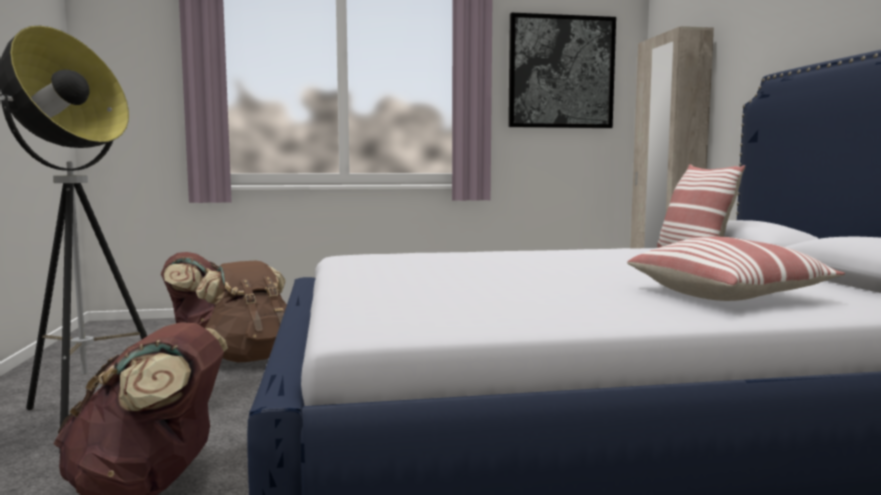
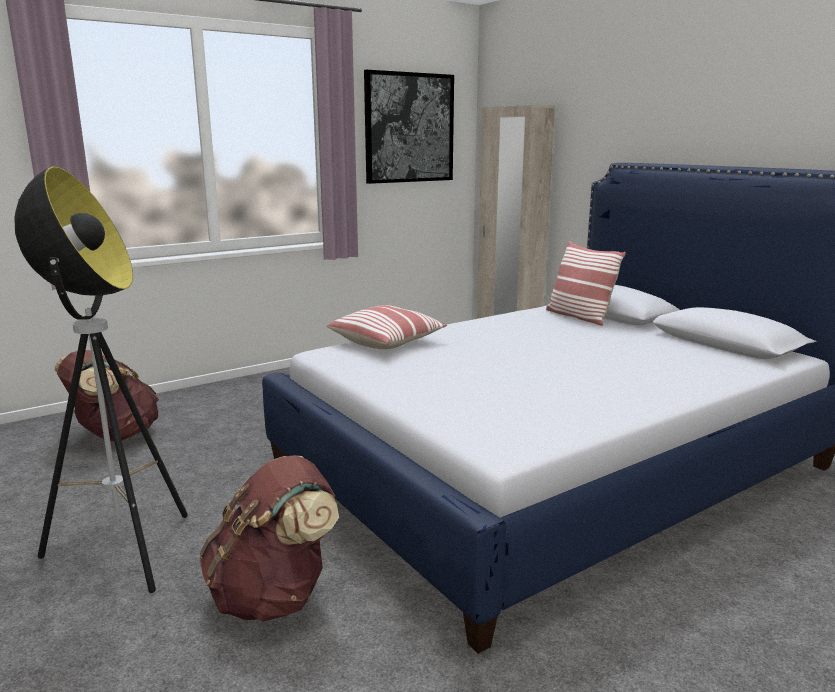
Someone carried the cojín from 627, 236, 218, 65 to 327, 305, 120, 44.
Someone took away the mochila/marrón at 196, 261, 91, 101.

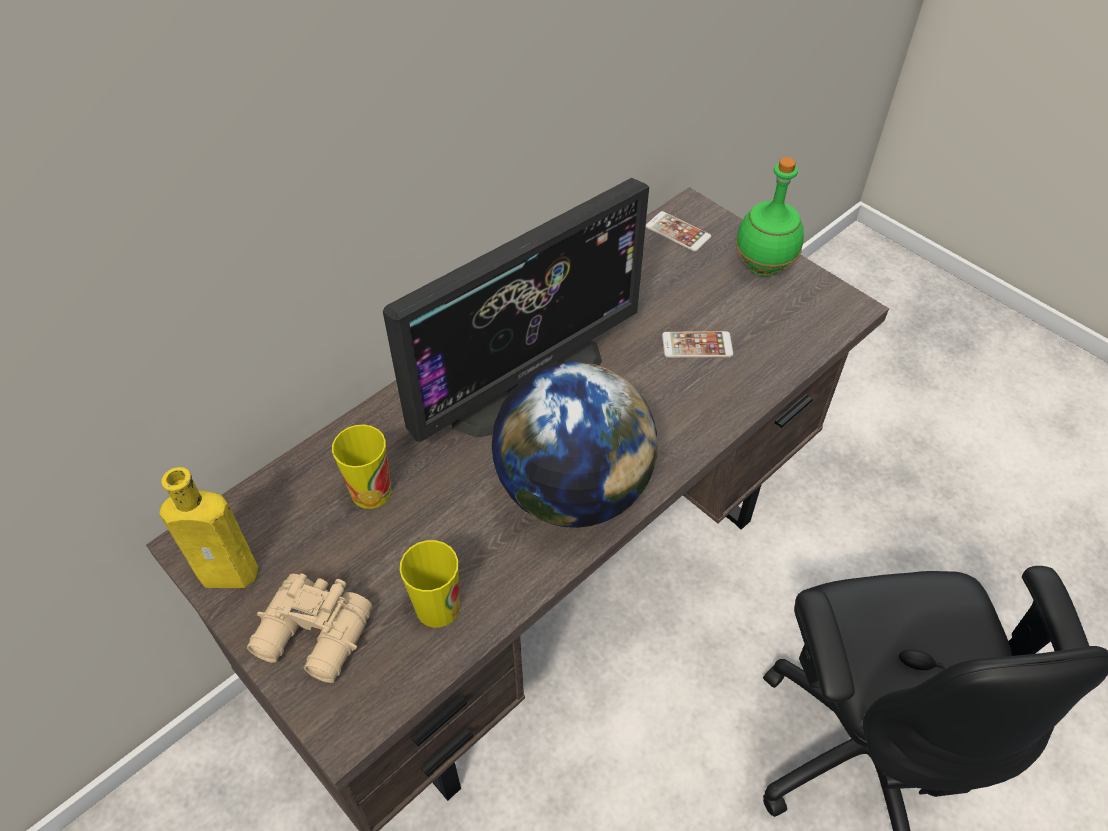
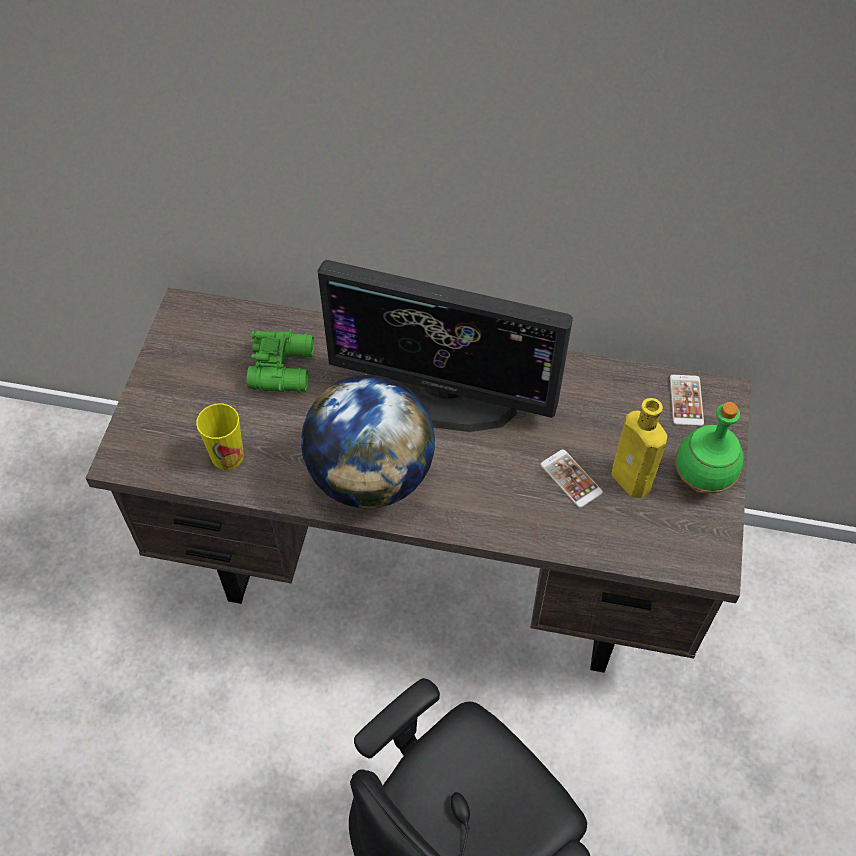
Someone swapped the taza at 332, 424, 59, 85 for the prismáticos/verde at 247, 329, 67, 64.
Someone carried the botella/amarillo from 159, 467, 99, 121 to 612, 398, 55, 100.
Someone took away the prismáticos/beis at 247, 573, 126, 110.

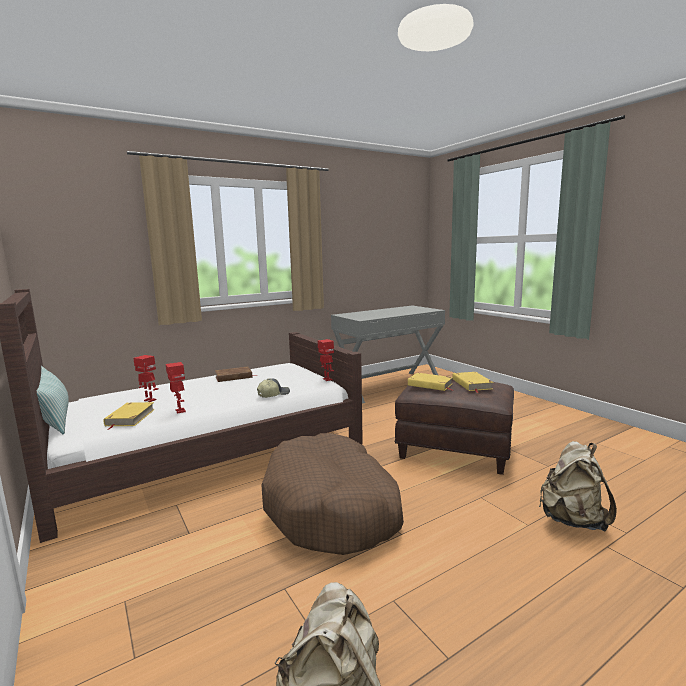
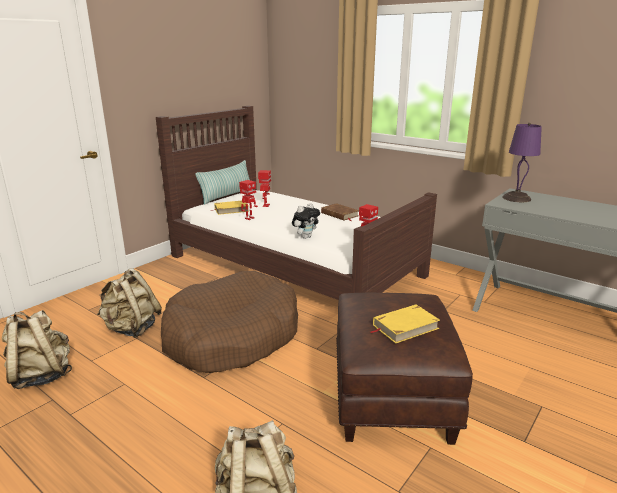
Someone took away the libro/amarillo at 408, 373, 45, 18.
Someone swapped the gorra at 257, 378, 33, 20 for the peluche at 292, 203, 28, 36.
Someone put down the lámpara de mesa/morado at 503, 123, 39, 79.
Someone put down the mochila/beis at 97, 268, 65, 70.

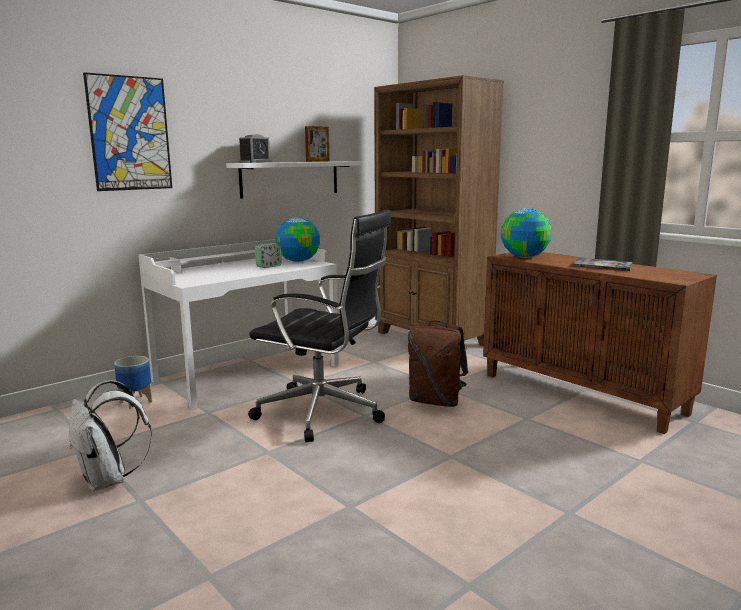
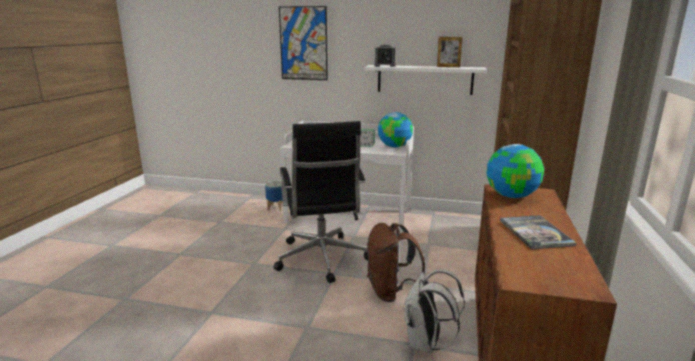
Someone carried the mochila/blanco from 68, 380, 84, 111 to 404, 269, 61, 84.

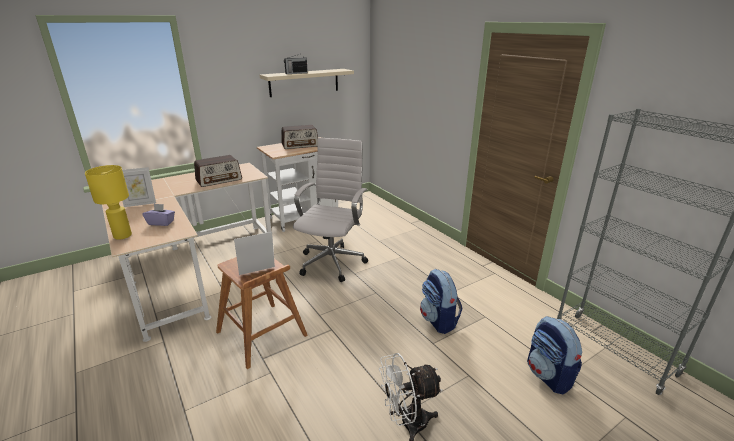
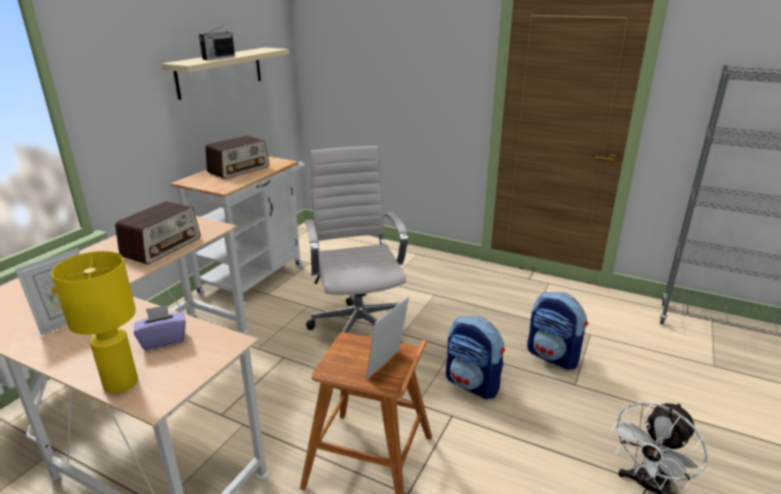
Someone carried the mochila from 527, 316, 55, 78 to 446, 316, 59, 83.

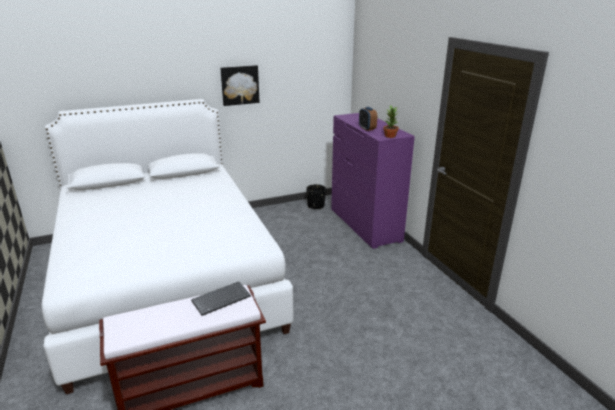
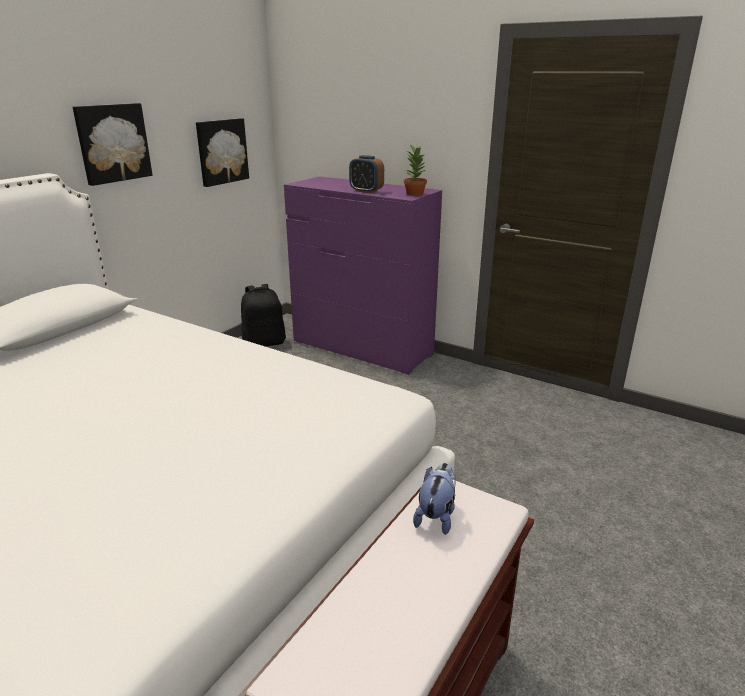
Someone swapped the maceta/negro at 307, 184, 19, 25 for the mochila/negro at 241, 284, 45, 63.
Someone swapped the teclado at 191, 282, 60, 34 for the peluche at 413, 463, 43, 72.
Someone put up the cuadro at 196, 118, 53, 69.

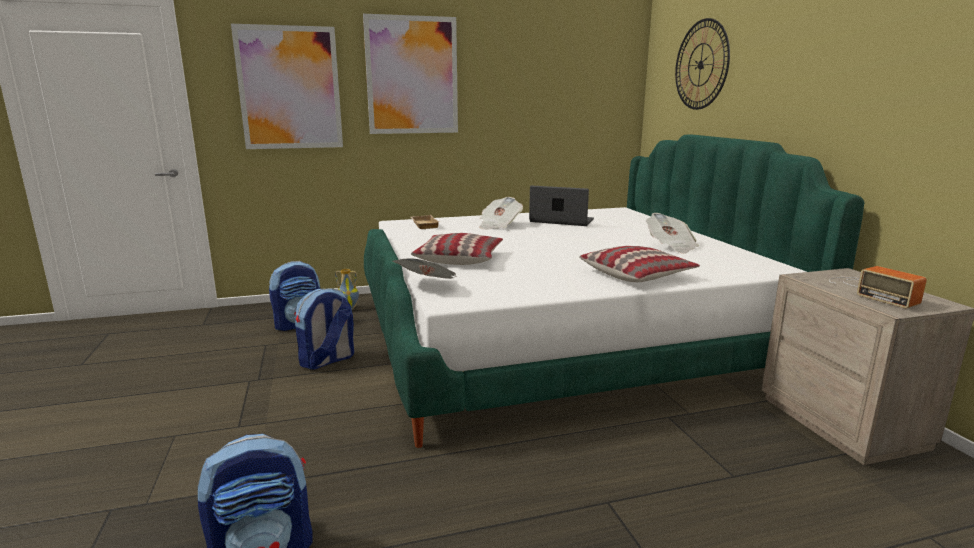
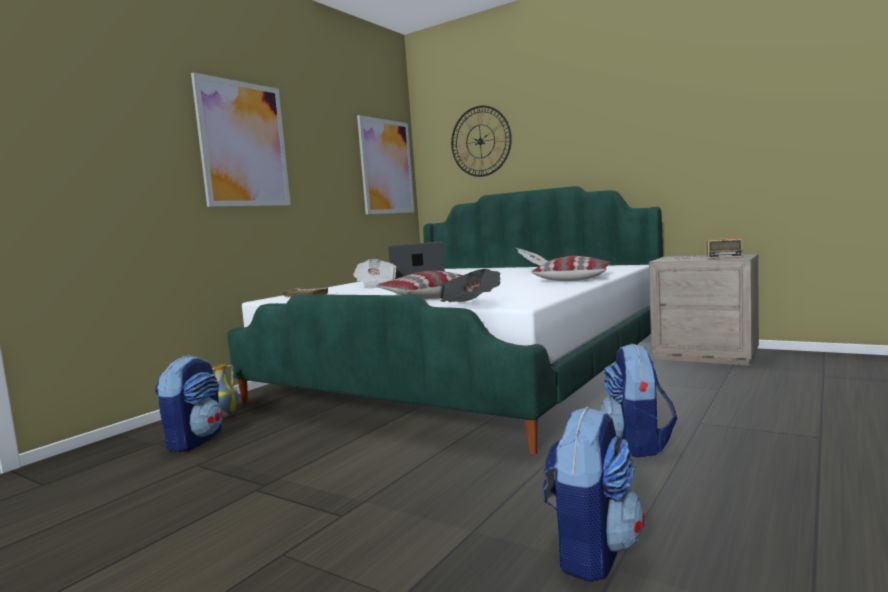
Someone carried the cuadro from 231, 24, 112, 125 to 357, 115, 58, 99.
Someone carried the mochila from 295, 288, 59, 82 to 600, 344, 78, 114.

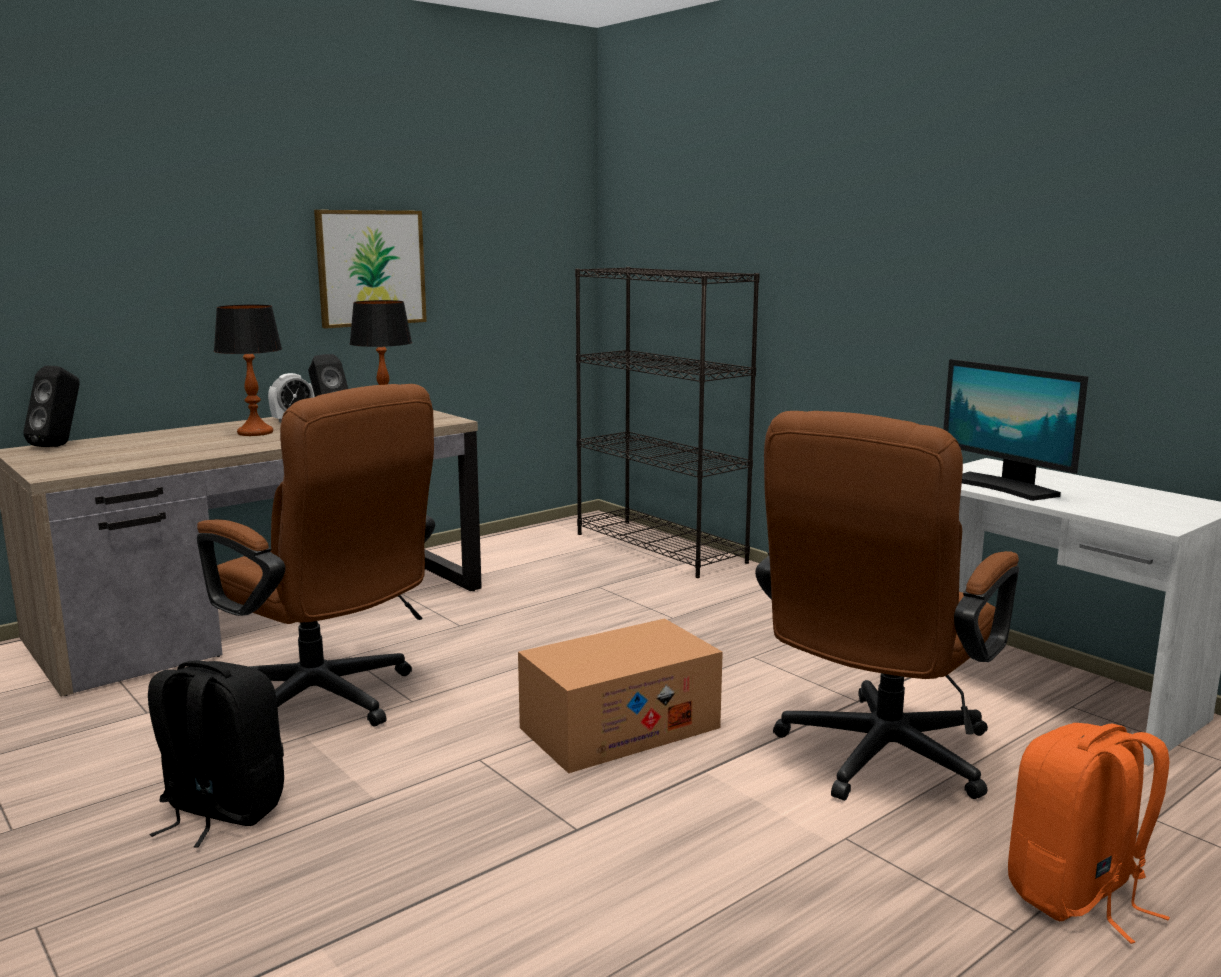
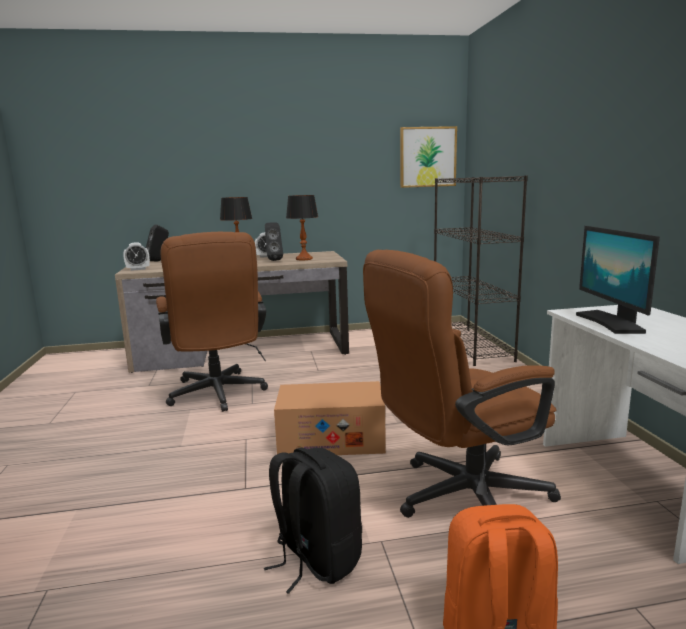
Someone carried the cuadro from 314, 210, 113, 119 to 400, 126, 57, 62.
Someone carried the mochila/negro from 148, 660, 136, 188 to 264, 447, 98, 147.
Someone put down the despertador at 123, 242, 27, 29.

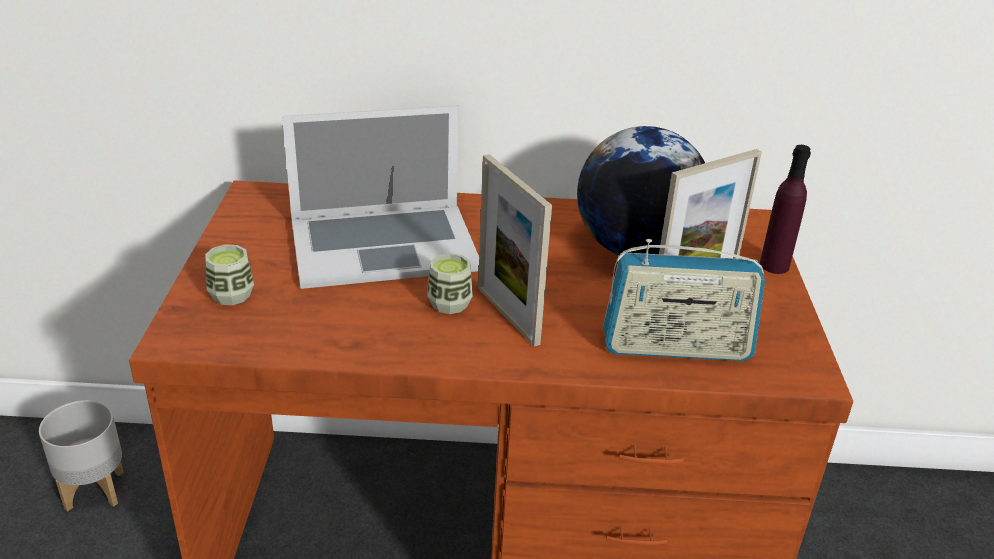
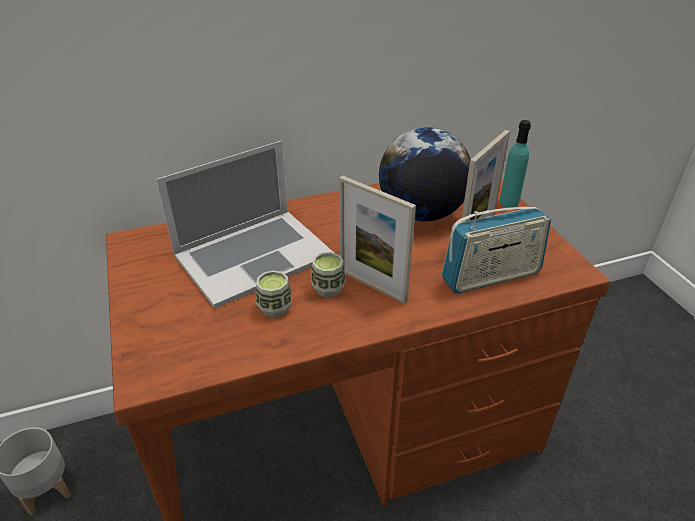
Someone repainted the botella/morado at 760, 145, 51, 129, which became the botella/turquesa at 499, 120, 32, 88.
Someone carried the taza from 205, 244, 49, 61 to 256, 270, 36, 48.

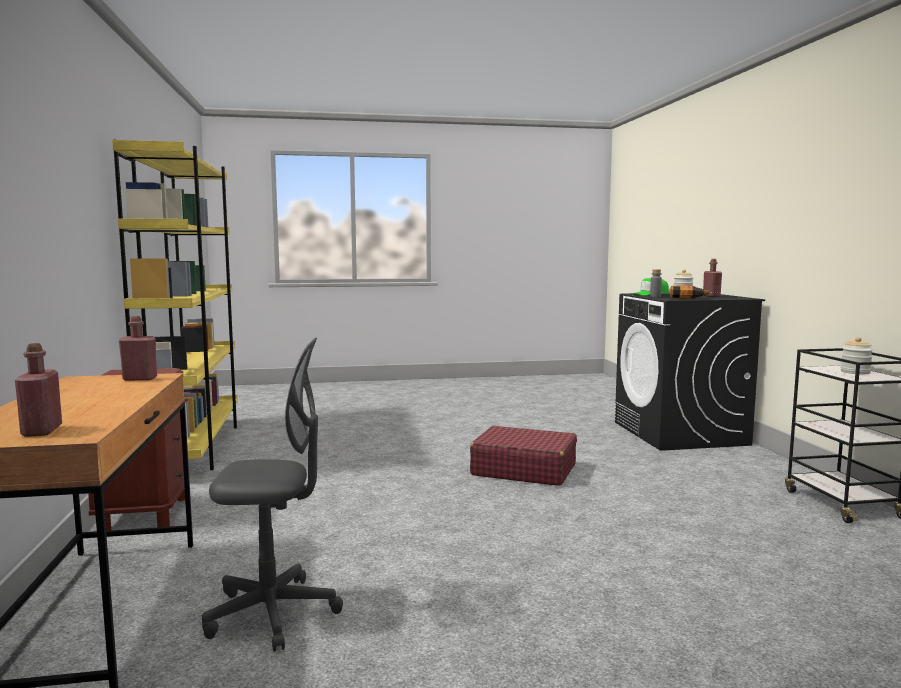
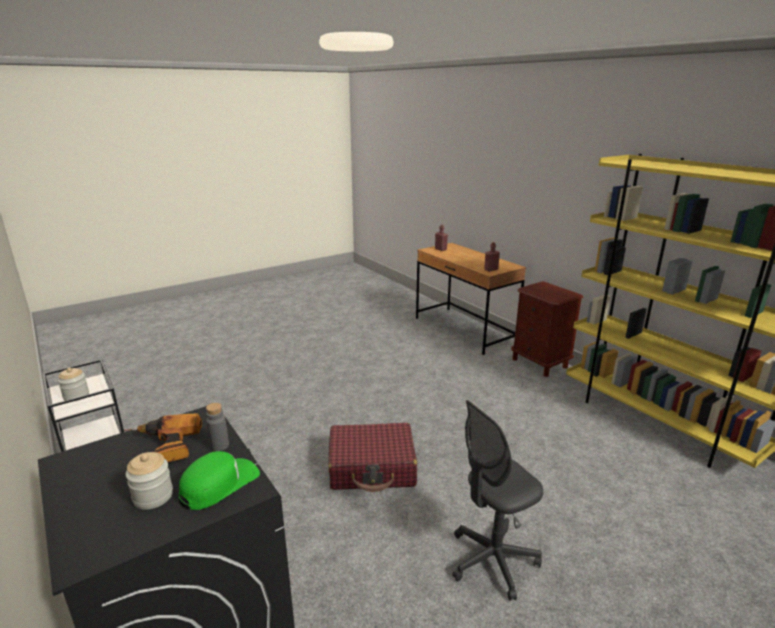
Someone took away the botella/rojo at 703, 259, 19, 38.
Someone carried the silla de oficina/gris from 202, 338, 141, 314 to 453, 400, 90, 201.

